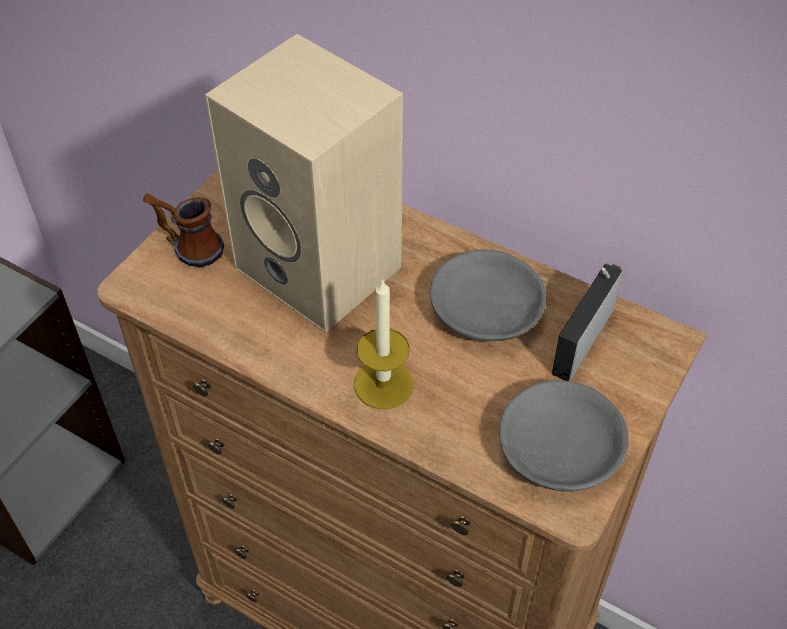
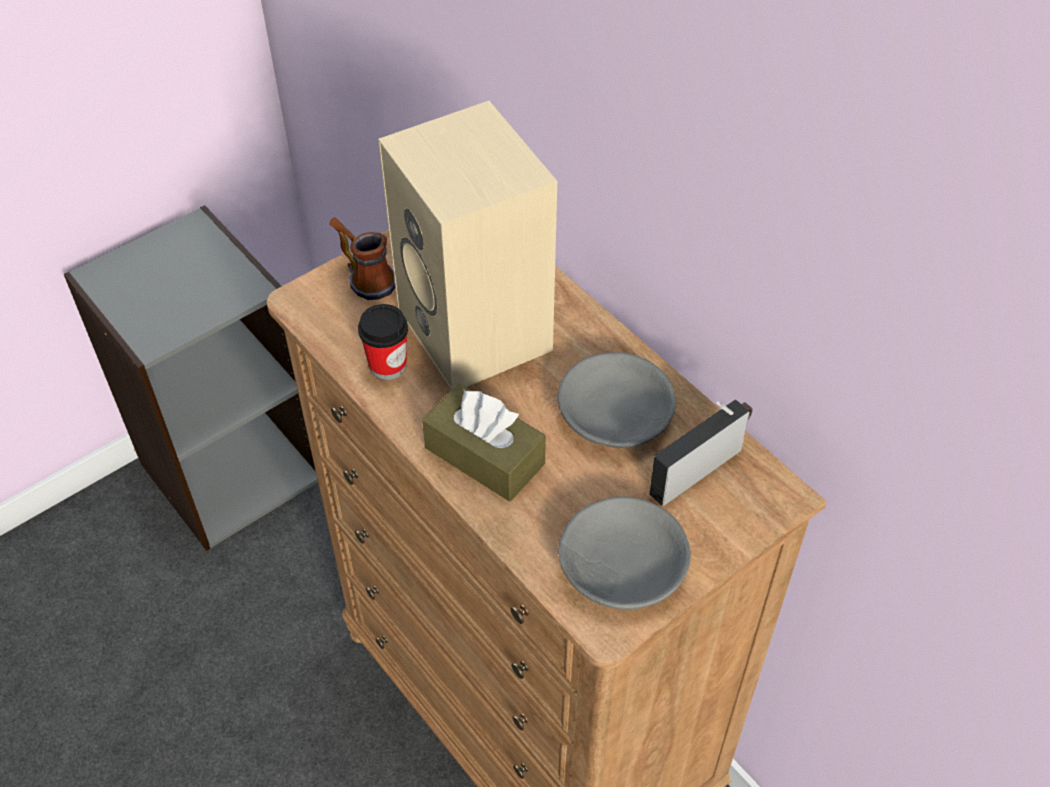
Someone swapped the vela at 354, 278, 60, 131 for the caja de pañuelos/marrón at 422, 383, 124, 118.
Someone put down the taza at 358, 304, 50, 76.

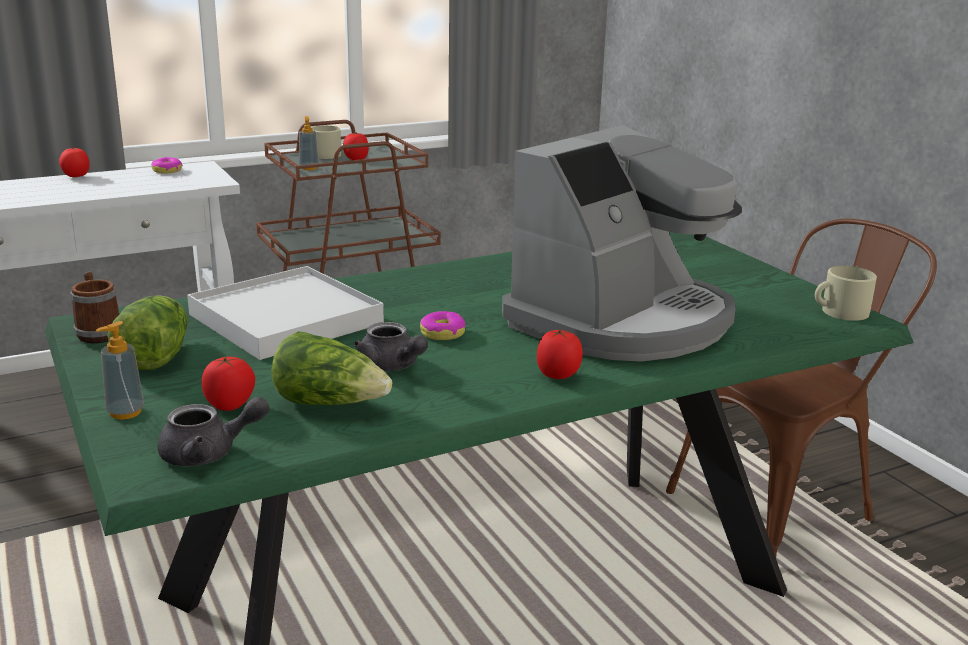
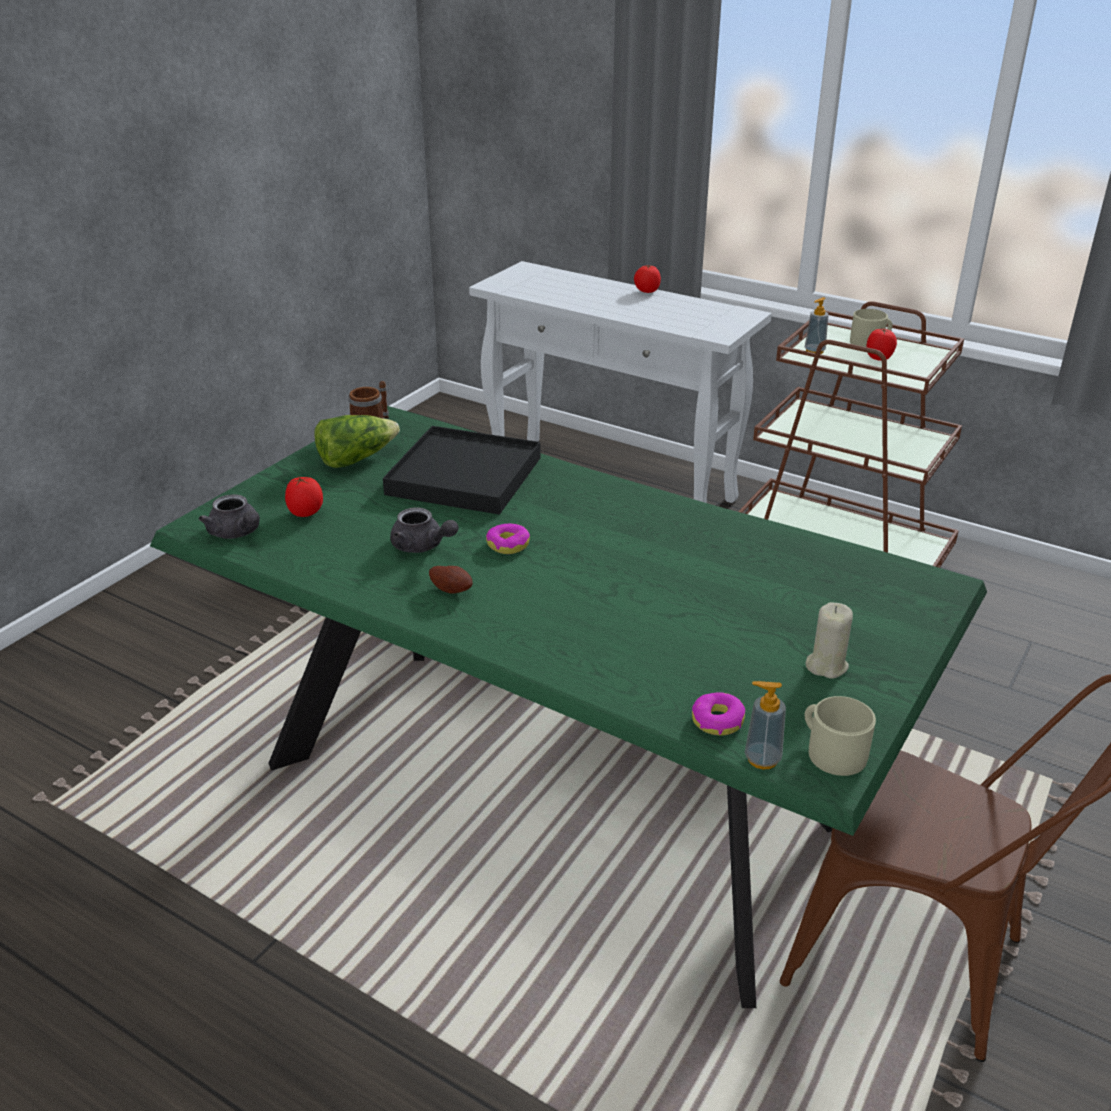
Someone took away the cafetera at 502, 125, 240, 237.
Someone carried the rosquilla from 151, 157, 32, 17 to 692, 693, 53, 43.
Someone repainted the bandeja/blanco at 187, 266, 197, 94, which became the bandeja/negro at 383, 426, 157, 89.
Someone carried the dispensador de jabón from 96, 321, 48, 99 to 745, 681, 41, 88.
Someone rotated the tetera/gris at 354, 322, 74, 49 by 75 degrees counterclockwise.
Someone took away the tomate at 537, 329, 46, 50.
Someone took away the lechuga at 272, 331, 120, 74.
Someone put down the patata at 429, 566, 44, 28.
Someone put down the vela/beis at 806, 602, 47, 77.

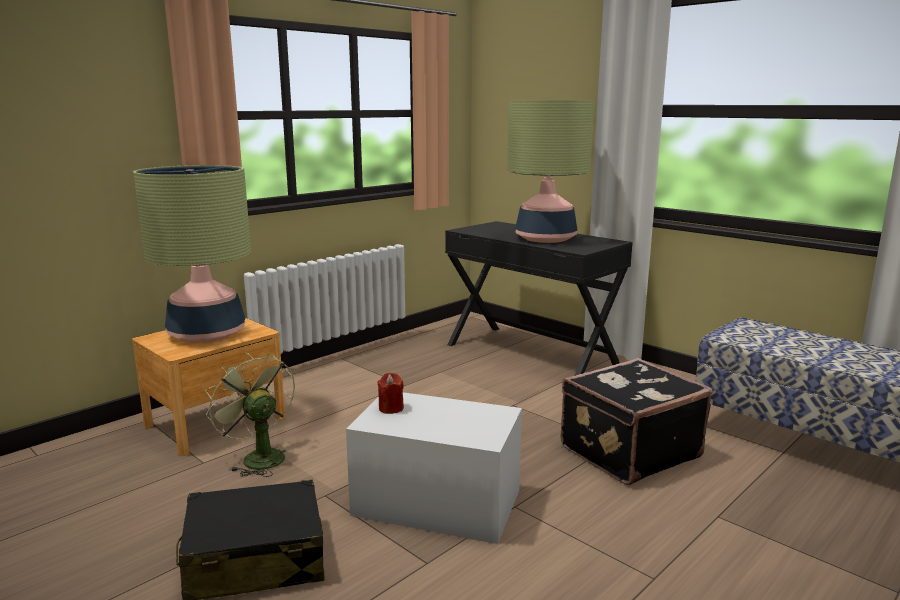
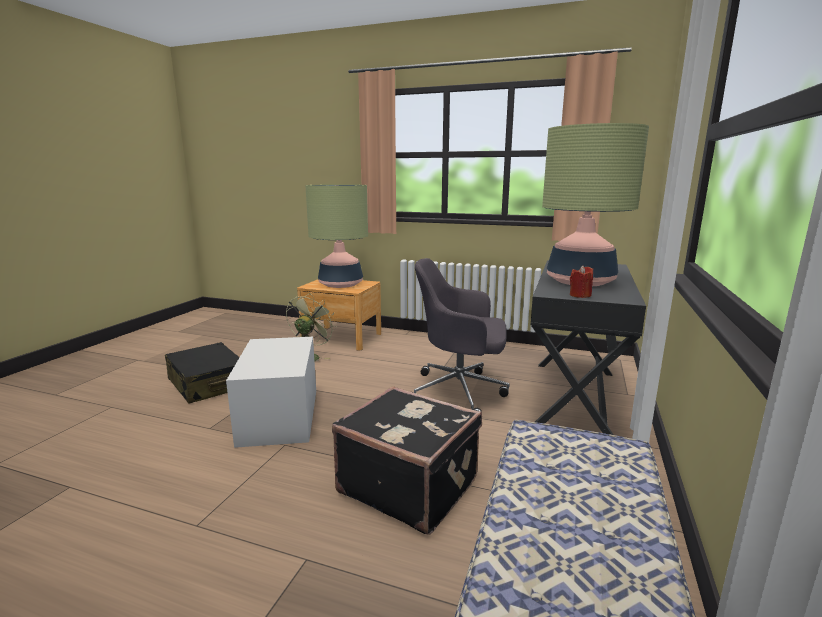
Someone carried the vela/rojo from 378, 373, 26, 41 to 570, 265, 23, 33.
Someone put down the silla de oficina/gris at 413, 258, 96, 154.

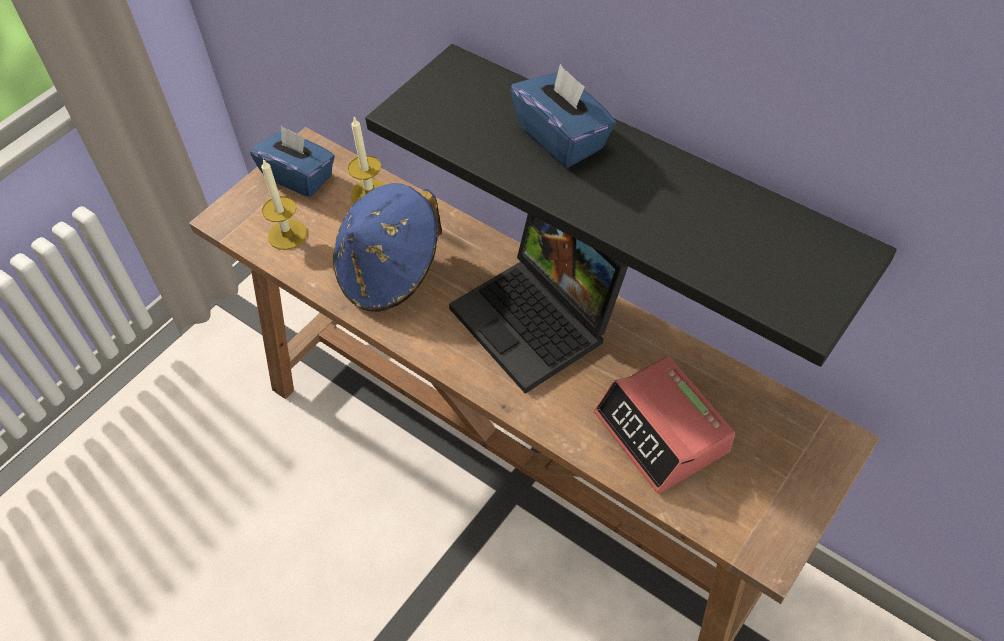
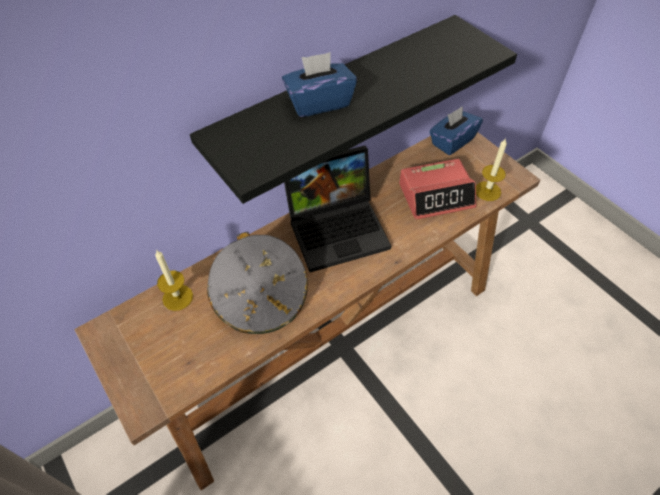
Someone carried the caja de pañuelos/azul from 250, 125, 85, 72 to 429, 106, 54, 49.
Someone carried the vela from 261, 159, 46, 91 to 476, 138, 31, 63.
Someone repainted the sombrero/azul at 333, 183, 109, 129, which became the sombrero/gris at 207, 232, 101, 102.

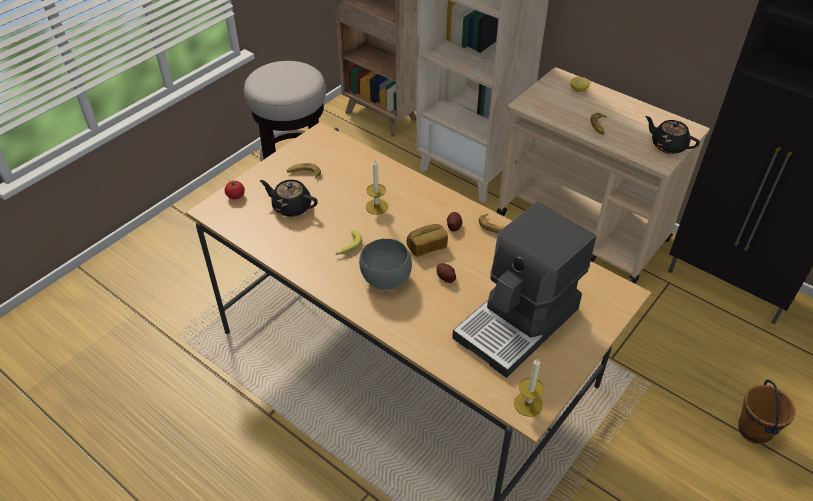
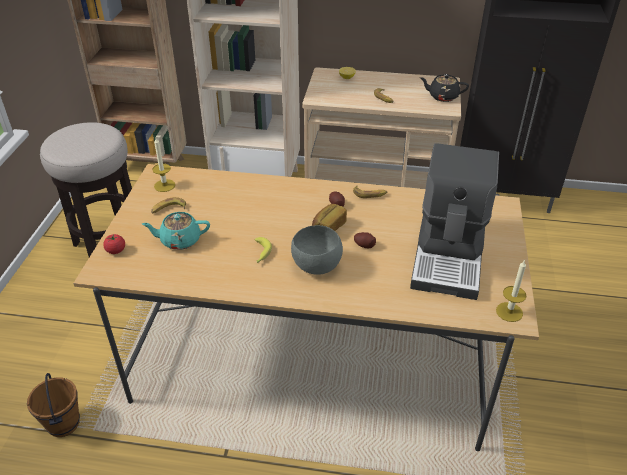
Someone carried the vela from 366, 160, 22, 55 to 152, 138, 23, 54.
Someone repainted the tetera/negro at 260, 180, 58, 37, which became the tetera/turquesa at 142, 212, 68, 38.
Someone carried the cubo/marrón from 738, 380, 58, 64 to 27, 373, 53, 64.

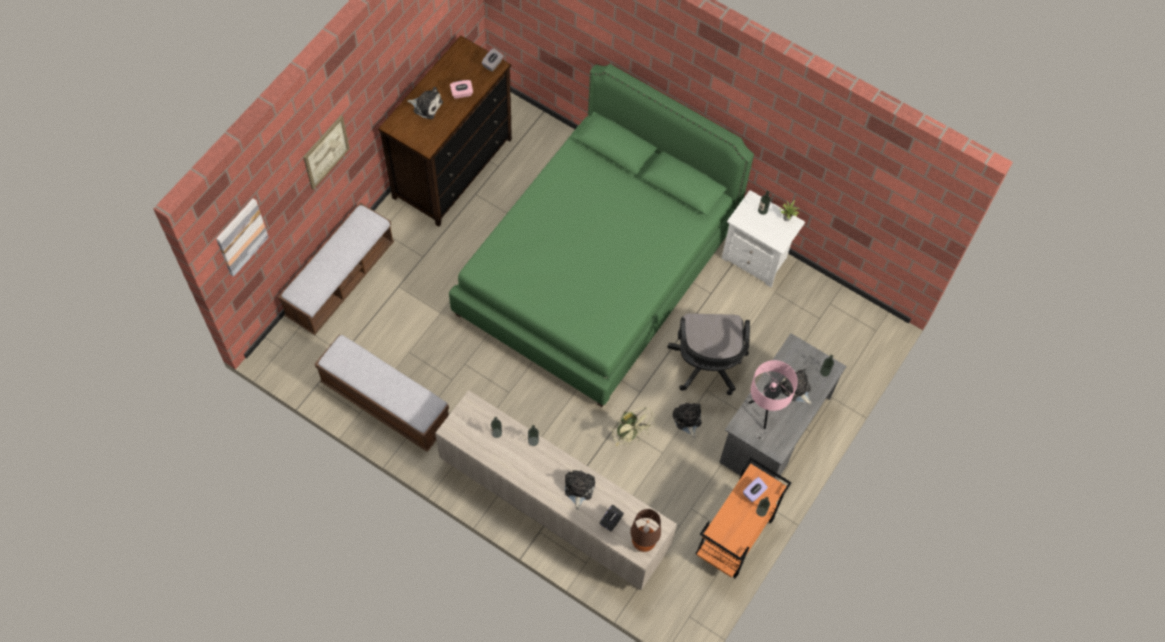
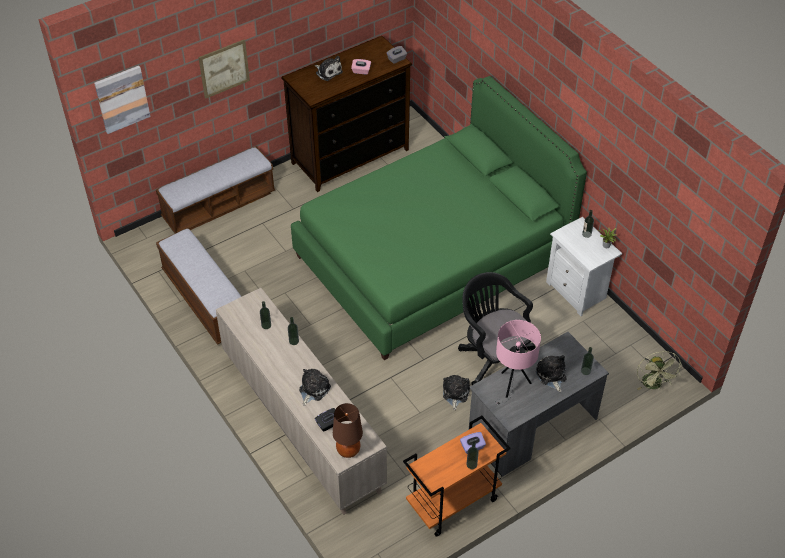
Someone rotated the silla de oficina/negro at 667, 313, 83, 82 by 120 degrees clockwise.
Someone carried the ventilador/verde from 612, 407, 43, 39 to 637, 351, 45, 39.

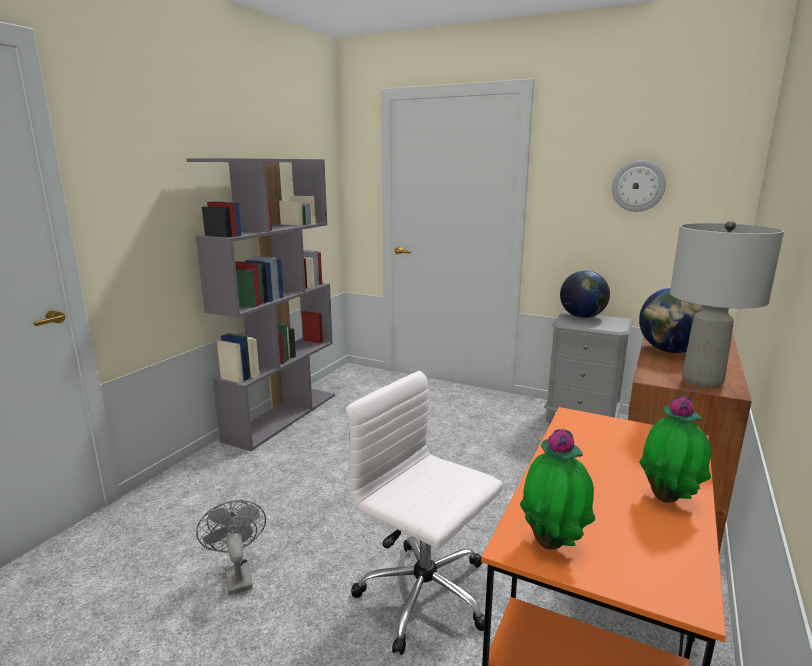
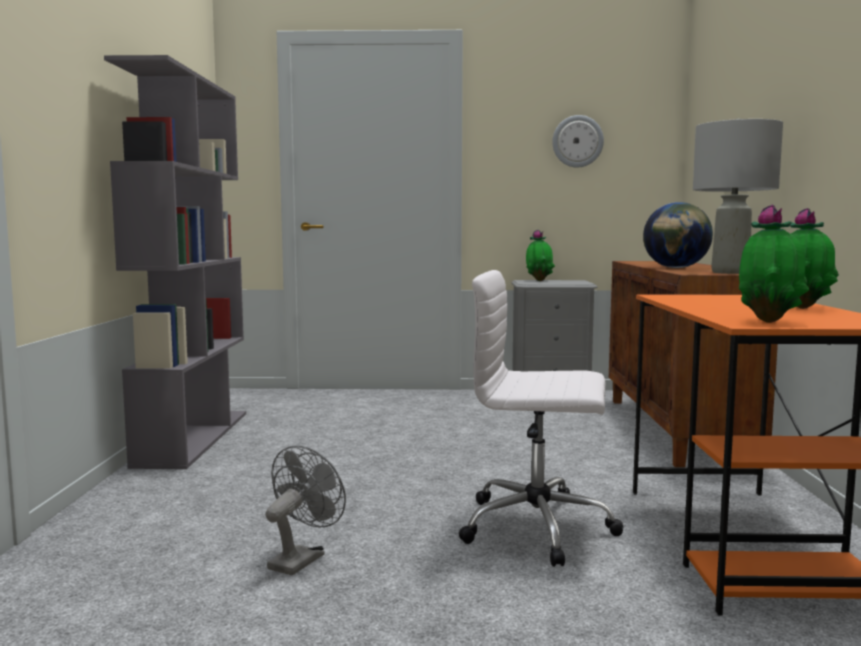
Someone swapped the globo terráqueo at 560, 271, 50, 47 for the planta en maceta at 526, 229, 29, 52.
Someone rotated the ventilador/gris at 196, 500, 70, 95 by 75 degrees clockwise.

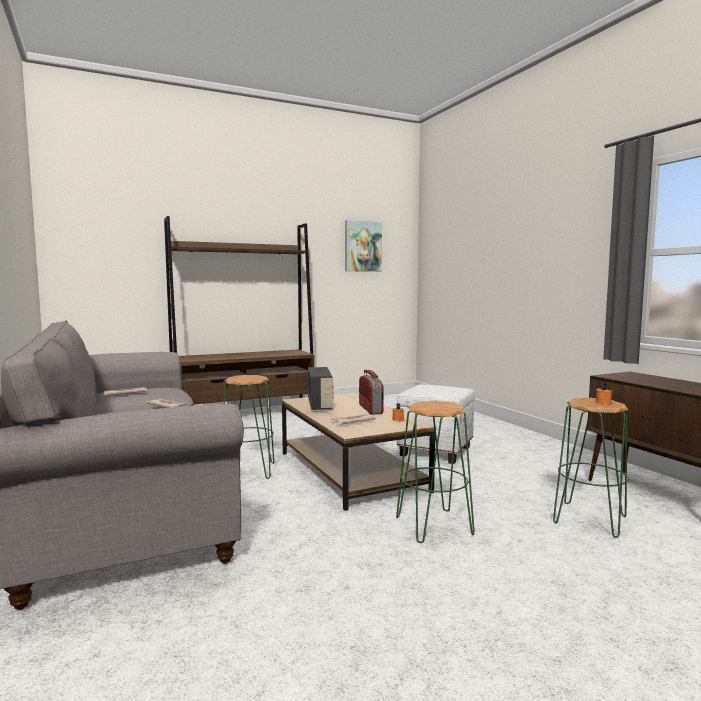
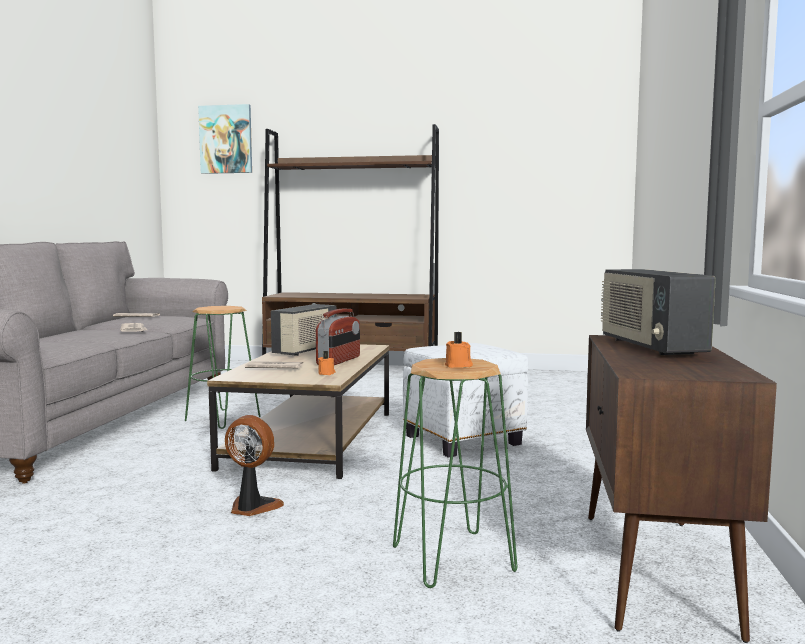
Someone carried the cuadro from 345, 220, 37, 52 to 198, 104, 54, 70.
Someone swapped the taburete/verde at 396, 401, 79, 142 for the ventilador at 225, 415, 59, 101.
Someone put down the radio at 601, 269, 115, 86.

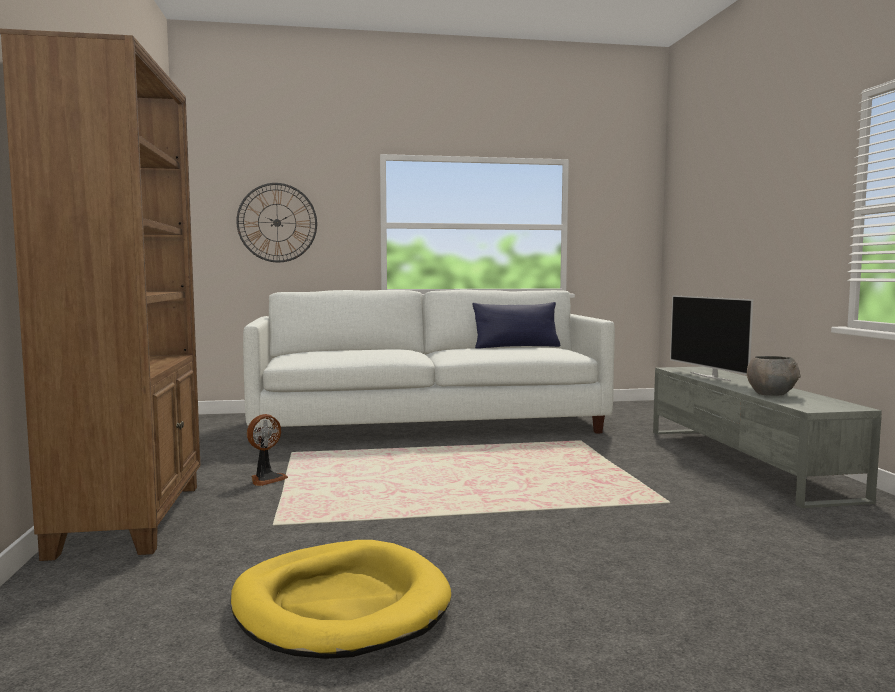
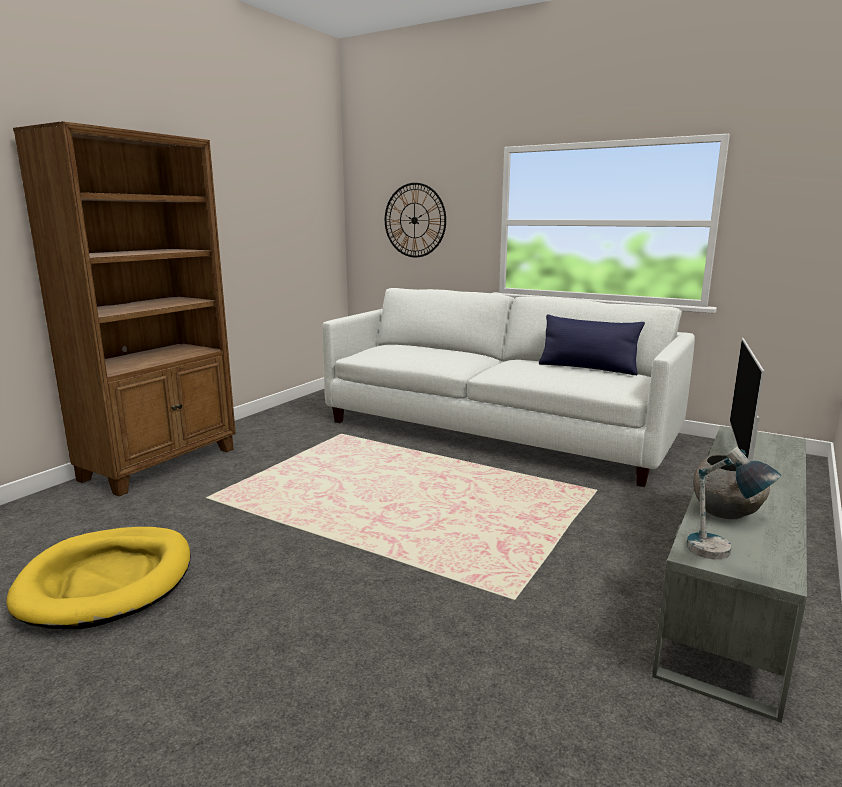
Someone took away the ventilador at 247, 414, 41, 72.
Someone put down the lámpara de mesa at 687, 448, 94, 112.

